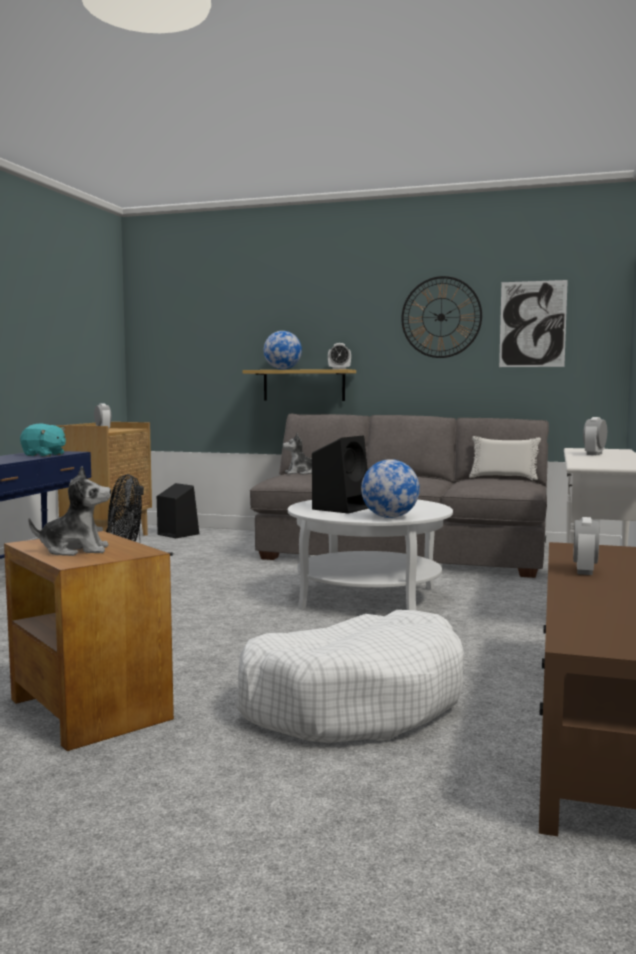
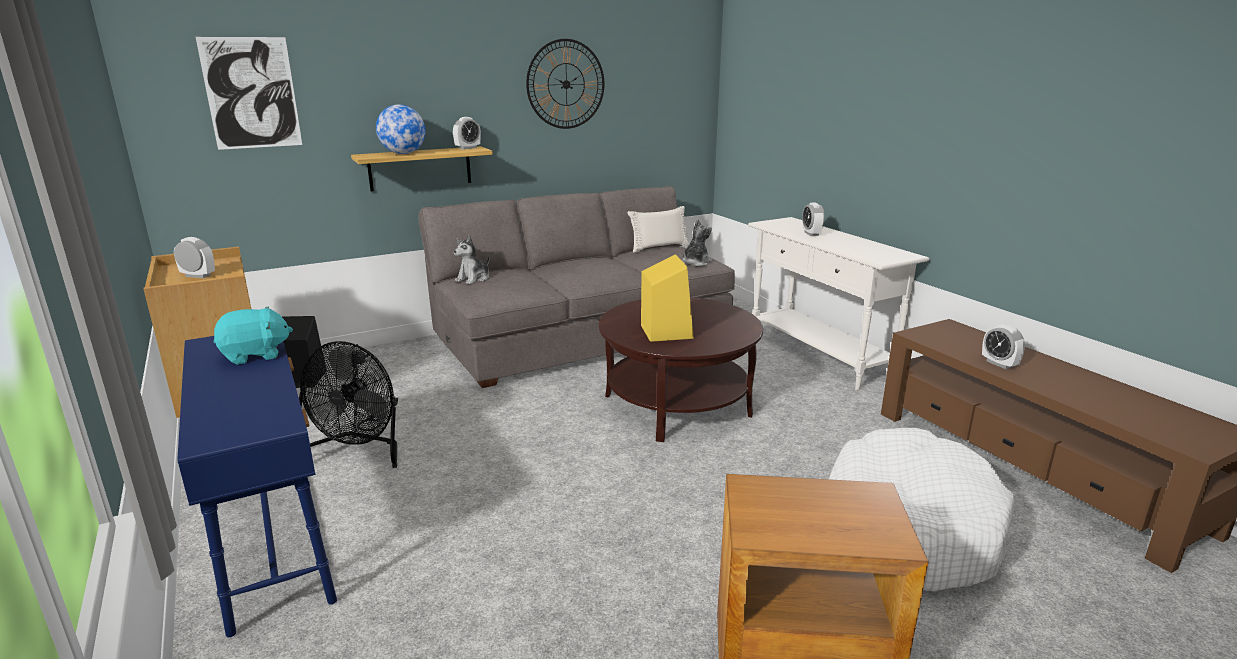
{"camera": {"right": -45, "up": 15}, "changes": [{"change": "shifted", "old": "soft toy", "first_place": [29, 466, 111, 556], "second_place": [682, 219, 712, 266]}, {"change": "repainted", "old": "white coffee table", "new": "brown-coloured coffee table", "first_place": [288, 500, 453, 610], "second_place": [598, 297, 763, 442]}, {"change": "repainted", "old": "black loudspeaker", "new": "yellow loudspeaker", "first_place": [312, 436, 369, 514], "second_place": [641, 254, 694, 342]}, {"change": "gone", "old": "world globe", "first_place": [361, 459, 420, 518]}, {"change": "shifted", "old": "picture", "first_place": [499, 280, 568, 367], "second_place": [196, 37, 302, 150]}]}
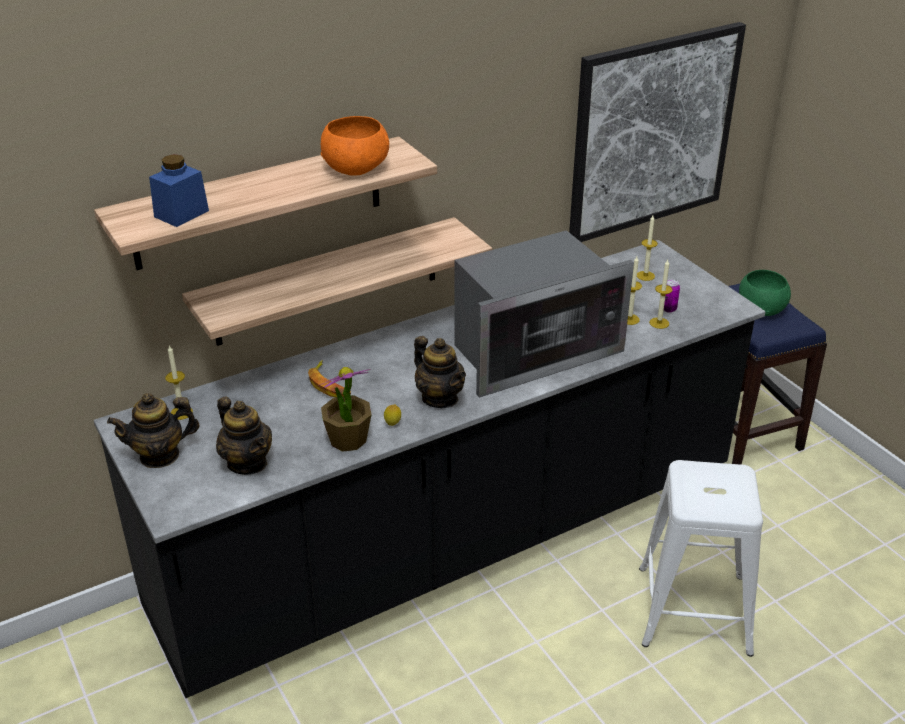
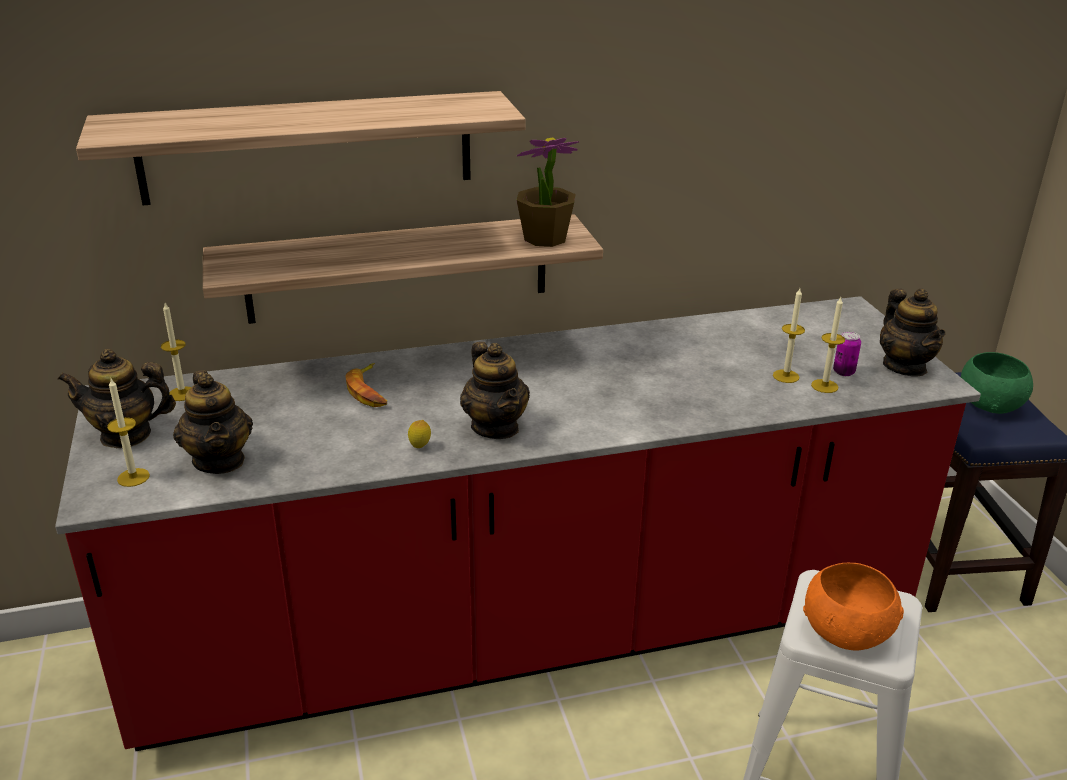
{"camera": {"right": 15, "up": -5}, "changes": [{"change": "repainted", "old": "black kitchen counter", "new": "red kitchen counter", "first_place": [94, 240, 765, 698], "second_place": [55, 296, 981, 751]}, {"change": "gone", "old": "blue-coloured storage jar", "first_place": [149, 154, 209, 227]}, {"change": "shifted", "old": "houseplant", "first_place": [318, 367, 372, 451], "second_place": [516, 137, 579, 247]}, {"change": "shifted", "old": "orangey serving bowl", "first_place": [321, 116, 389, 176], "second_place": [803, 563, 904, 650]}, {"change": "gone", "old": "microwave oven", "first_place": [454, 230, 634, 398]}, {"change": "gone", "old": "picture", "first_place": [569, 22, 746, 242]}, {"change": "shifted", "old": "wax candle", "first_place": [637, 215, 658, 281], "second_place": [107, 379, 150, 487]}, {"change": "new", "new": "teapot", "second_place": [880, 289, 946, 377]}]}
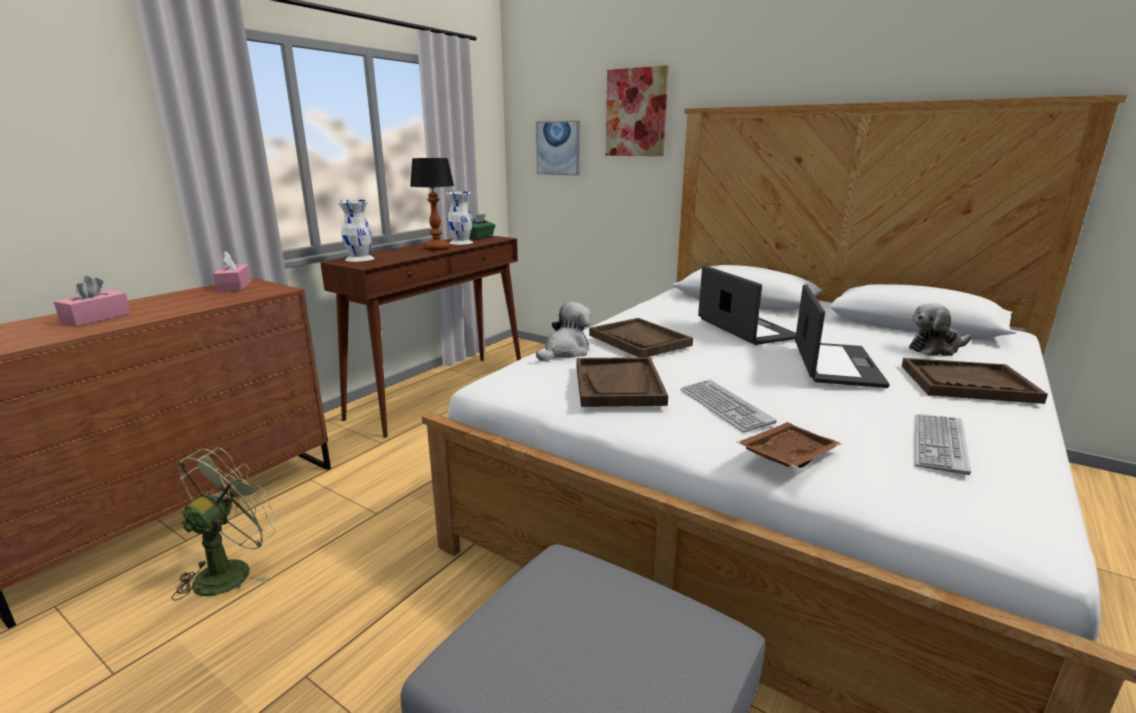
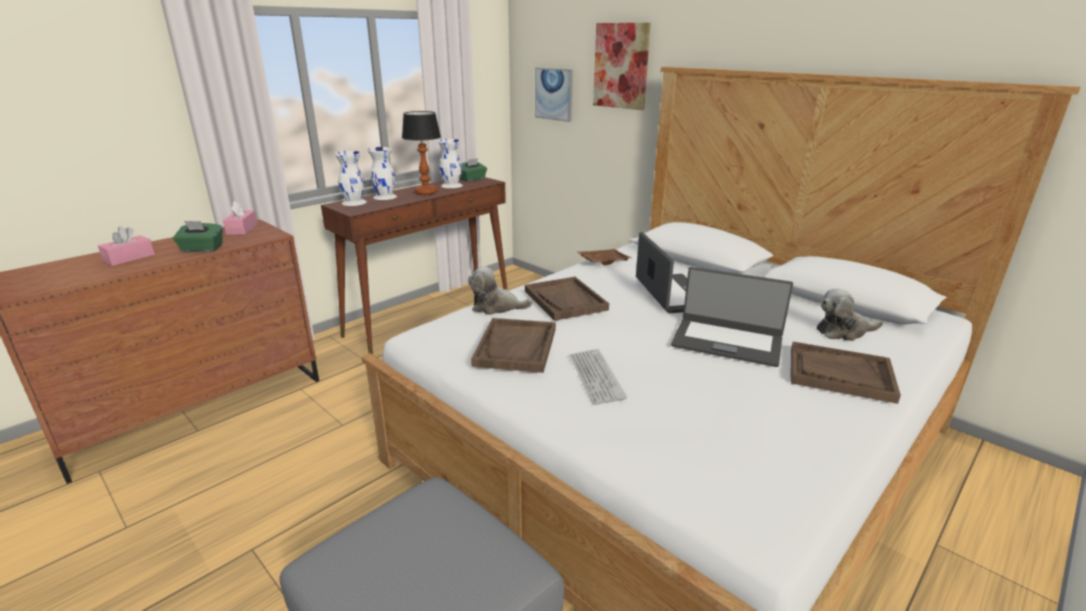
{"camera": {"right": 10, "up": 5}, "changes": [{"change": "gone", "old": "greenish electric fan", "first_place": [172, 447, 279, 601]}, {"change": "rotated", "old": "soft toy", "first_place": [536, 302, 592, 361], "second_place": [468, 266, 533, 315], "degrees": -135}, {"change": "shifted", "old": "brown-coloured carrying tray", "first_place": [737, 422, 842, 468], "second_place": [577, 249, 631, 265]}, {"change": "rotated", "old": "laptop", "first_place": [795, 284, 890, 388], "second_place": [671, 267, 793, 367], "degrees": 90}, {"change": "gone", "old": "computer keyboard", "first_place": [915, 414, 971, 475]}, {"change": "new", "new": "greenish tissue holder", "second_place": [173, 221, 223, 252]}, {"change": "new", "new": "white vase", "second_place": [367, 147, 397, 200]}]}
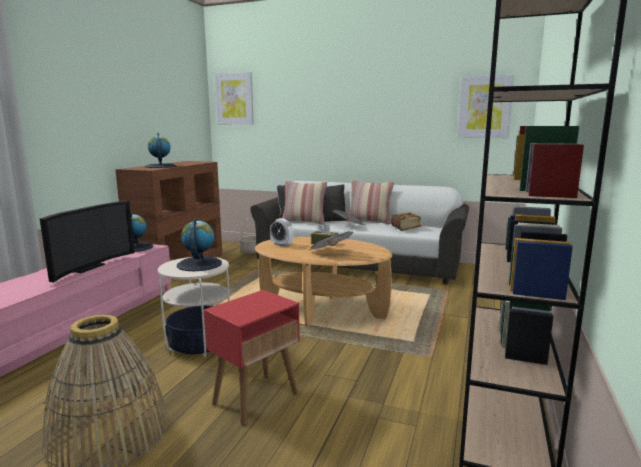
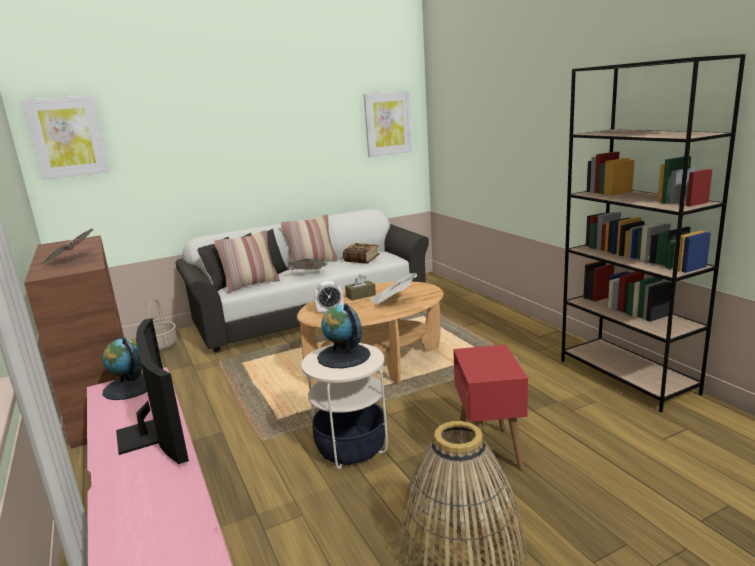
{"camera": {"right": -45, "up": 5}, "changes": [{"change": "swapped", "old": "world globe", "new": "newspaper", "first_place": [145, 133, 176, 168], "second_place": [41, 228, 94, 264]}]}
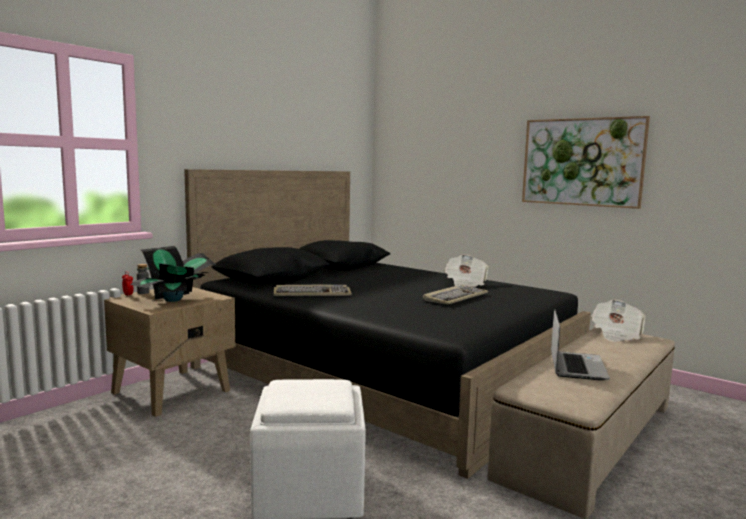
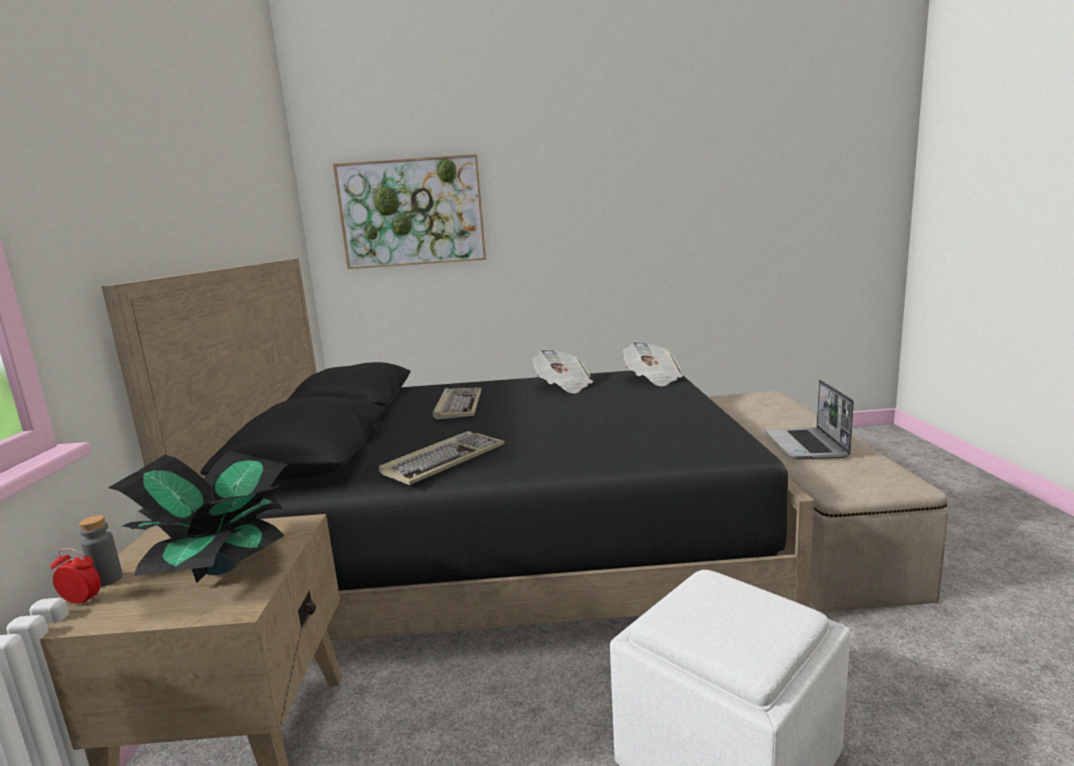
{"camera": {"right": -40, "up": 5}, "changes": [{"change": "shifted", "old": "computer keyboard", "first_place": [423, 285, 488, 304], "second_place": [433, 388, 482, 420]}, {"change": "shifted", "old": "picture", "first_place": [522, 116, 650, 209], "second_place": [333, 154, 486, 269]}, {"change": "rotated", "old": "laptop", "first_place": [551, 309, 610, 381], "second_place": [765, 380, 854, 459], "degrees": -150}, {"change": "shifted", "old": "newspaper", "first_place": [591, 300, 646, 342], "second_place": [623, 341, 683, 386]}]}
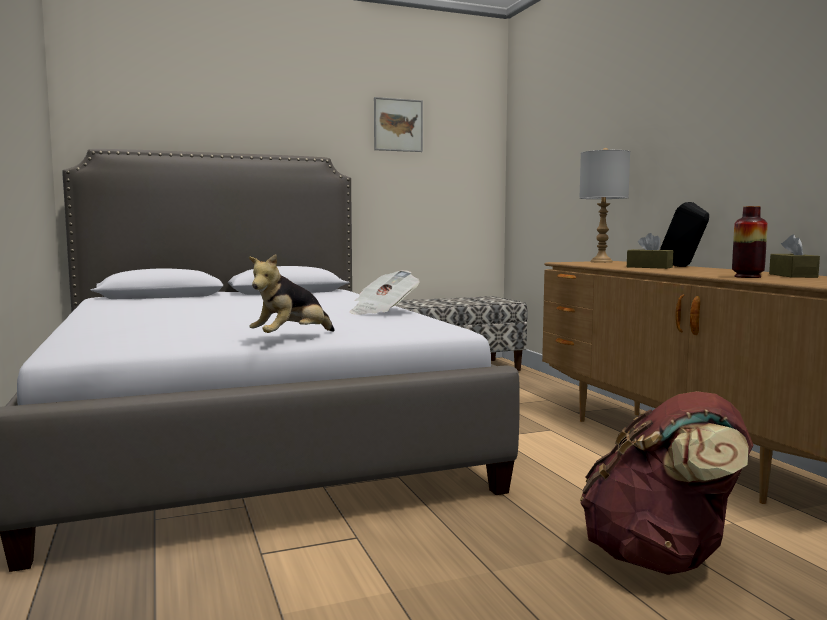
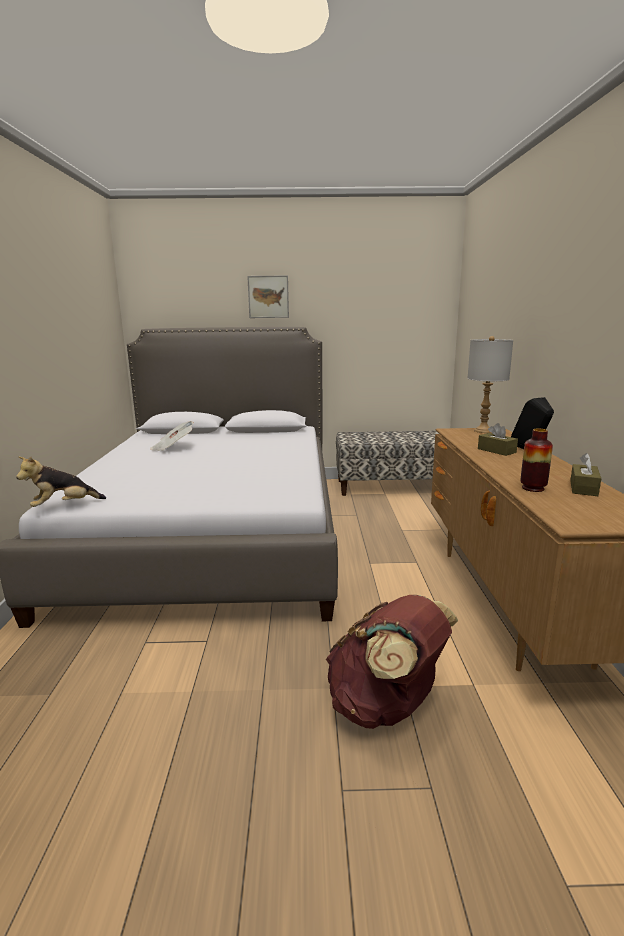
{"camera": {"right": 20, "up": 10}, "changes": [{"change": "shifted", "old": "soft toy", "first_place": [249, 254, 334, 333], "second_place": [16, 456, 106, 507]}, {"change": "shifted", "old": "newspaper", "first_place": [350, 270, 420, 315], "second_place": [150, 421, 194, 451]}, {"change": "shifted", "old": "picture", "first_place": [374, 97, 423, 152], "second_place": [247, 275, 289, 318]}]}
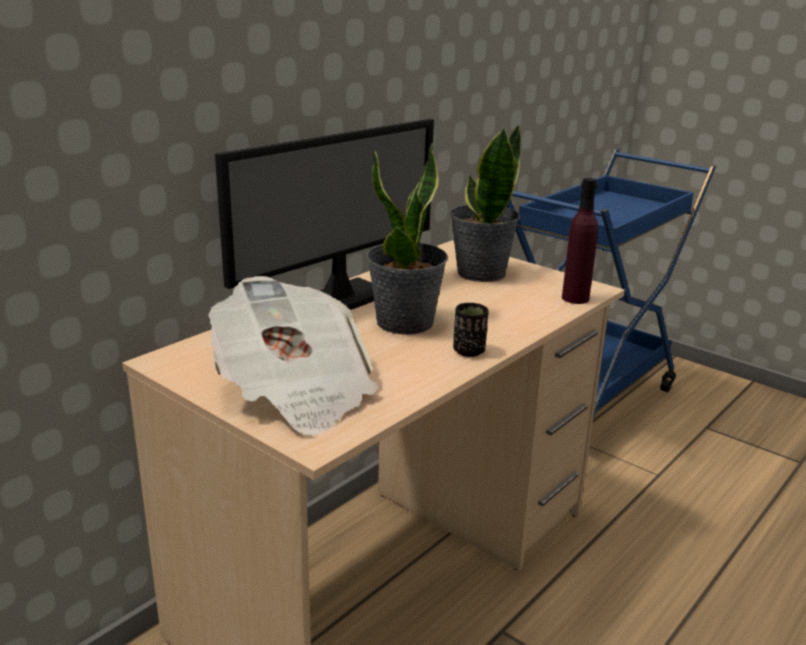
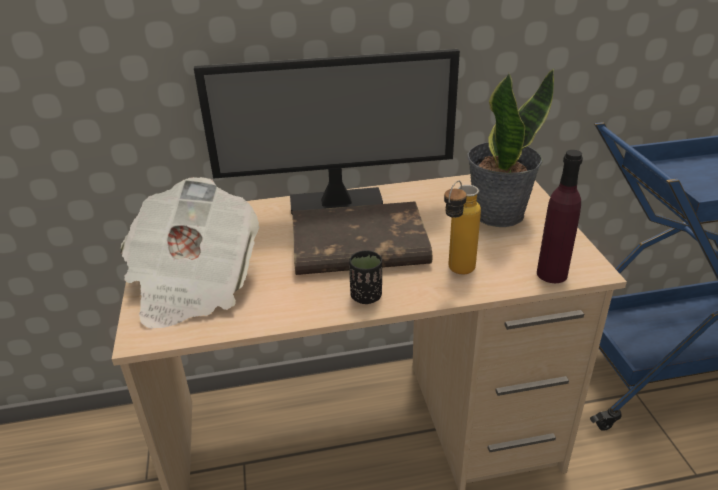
{"camera": {"right": 40, "up": 10}, "changes": [{"change": "swapped", "old": "houseplant", "new": "brown-coloured book", "first_place": [366, 143, 448, 335], "second_place": [292, 202, 432, 275]}, {"change": "new", "new": "beverage bottle", "second_place": [444, 180, 481, 275]}]}
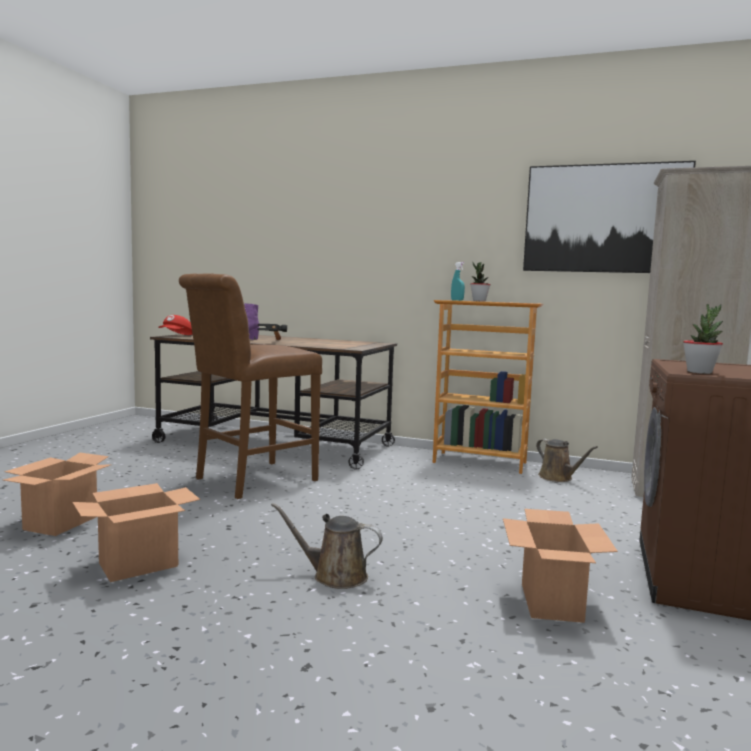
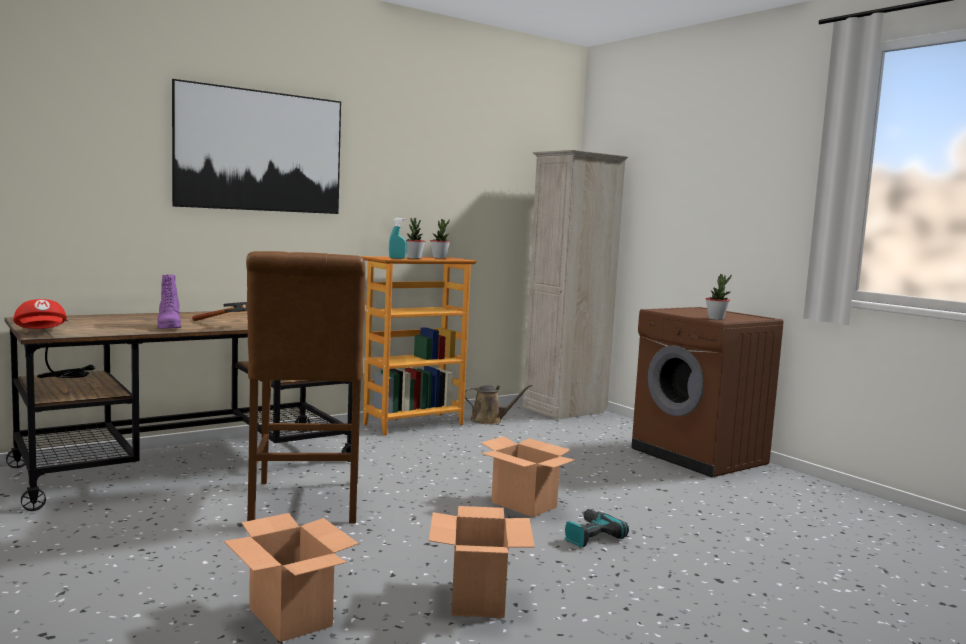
{"camera": {"right": -55, "up": 0}, "changes": [{"change": "swapped", "old": "brown-coloured watering pot", "new": "electric drill", "first_place": [271, 502, 383, 589], "second_place": [565, 509, 629, 548]}, {"change": "shifted", "old": "carton", "first_place": [503, 509, 618, 623], "second_place": [481, 436, 575, 517]}, {"change": "shifted", "old": "picture", "first_place": [523, 161, 696, 273], "second_place": [172, 79, 341, 214]}, {"change": "new", "new": "houseplant", "second_place": [430, 219, 450, 259]}]}
